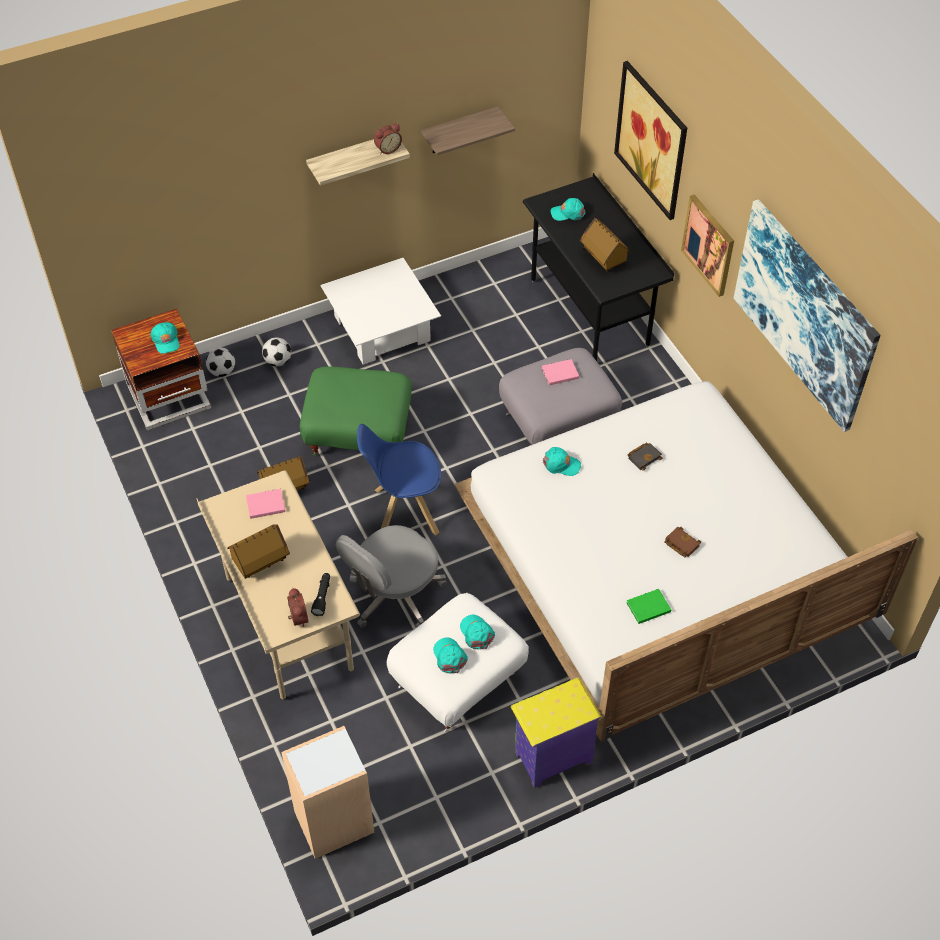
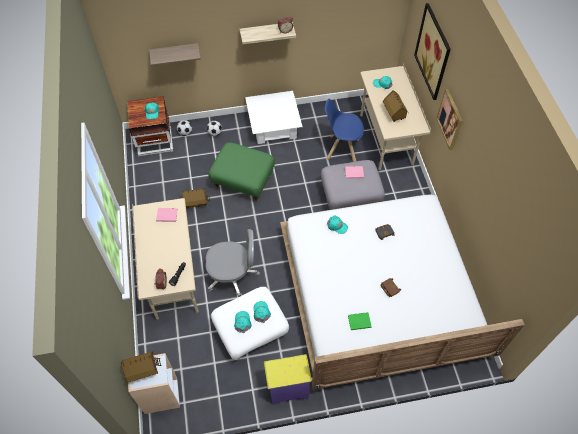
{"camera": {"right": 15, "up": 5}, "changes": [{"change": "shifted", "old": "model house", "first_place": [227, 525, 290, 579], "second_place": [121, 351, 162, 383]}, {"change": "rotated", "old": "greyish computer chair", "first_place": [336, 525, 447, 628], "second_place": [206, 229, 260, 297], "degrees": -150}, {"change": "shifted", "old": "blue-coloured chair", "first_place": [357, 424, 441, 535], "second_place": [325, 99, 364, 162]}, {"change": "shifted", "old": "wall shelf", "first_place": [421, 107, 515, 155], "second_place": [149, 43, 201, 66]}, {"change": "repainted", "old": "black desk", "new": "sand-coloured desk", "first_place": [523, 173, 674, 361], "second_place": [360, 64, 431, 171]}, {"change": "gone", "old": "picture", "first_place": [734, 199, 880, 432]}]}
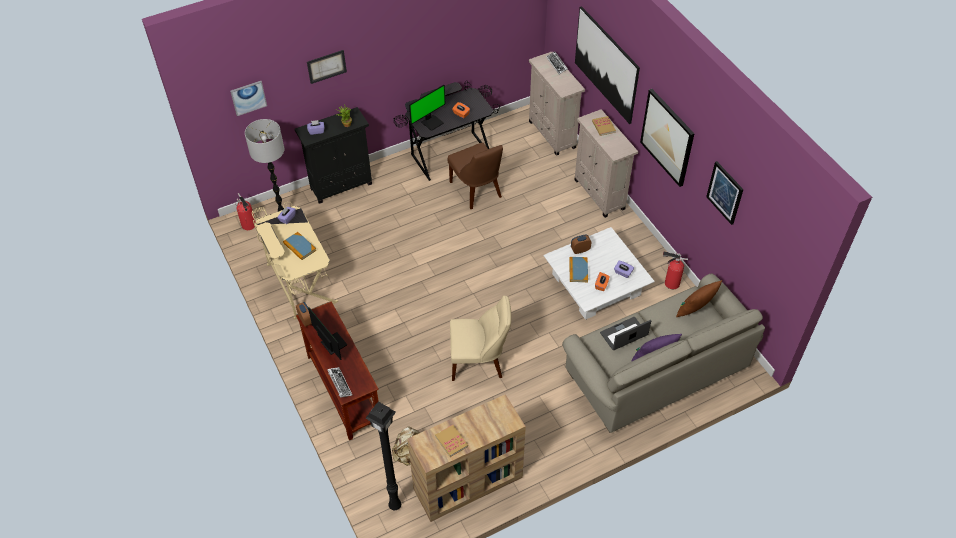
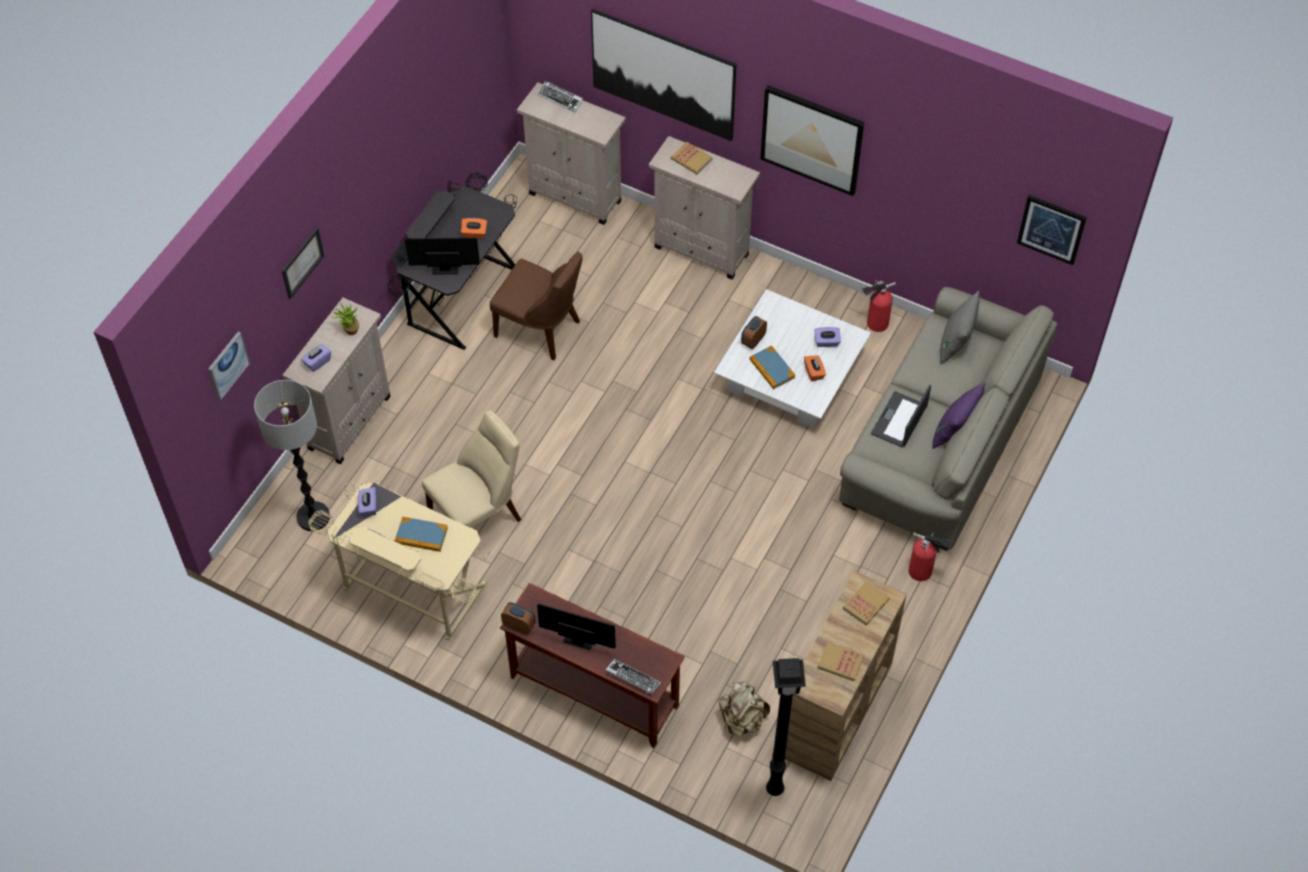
{"camera": {"right": -35, "up": 5}, "changes": [{"change": "shifted", "old": "fire extinguisher", "first_place": [235, 193, 256, 230], "second_place": [908, 533, 952, 581]}, {"change": "repainted", "old": "black cupboard", "new": "sand-coloured cupboard", "first_place": [295, 107, 372, 204], "second_place": [282, 298, 391, 465]}, {"change": "rotated", "old": "monitor", "first_place": [409, 85, 445, 131], "second_place": [405, 237, 480, 275], "degrees": -105}, {"change": "shifted", "old": "sand-coloured chair", "first_place": [450, 295, 511, 381], "second_place": [422, 411, 521, 528]}, {"change": "repainted", "old": "brown-coloured pillow", "new": "greyish pillow", "first_place": [676, 280, 722, 317], "second_place": [940, 291, 980, 365]}, {"change": "shifted", "old": "picture", "first_place": [706, 161, 744, 225], "second_place": [1017, 195, 1087, 265]}, {"change": "new", "new": "book", "second_place": [843, 581, 889, 625]}]}
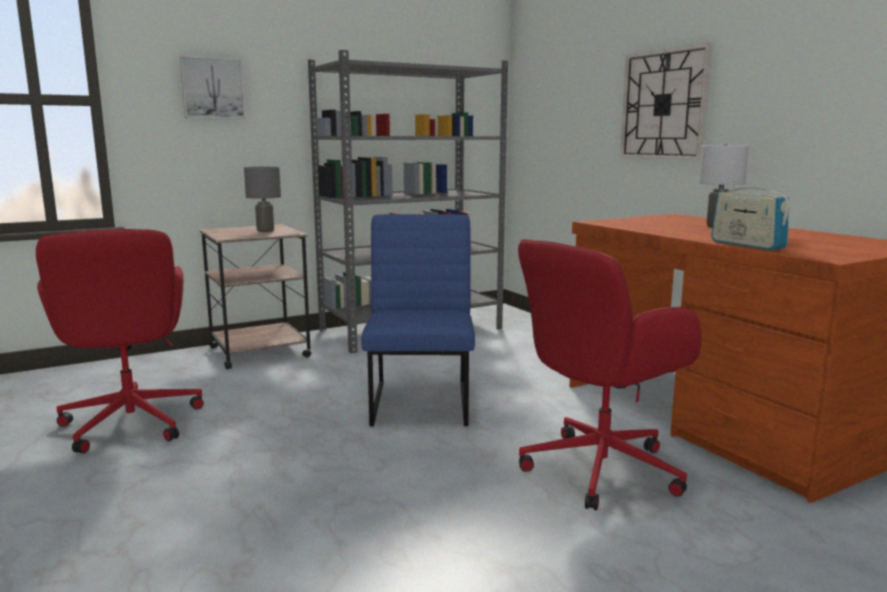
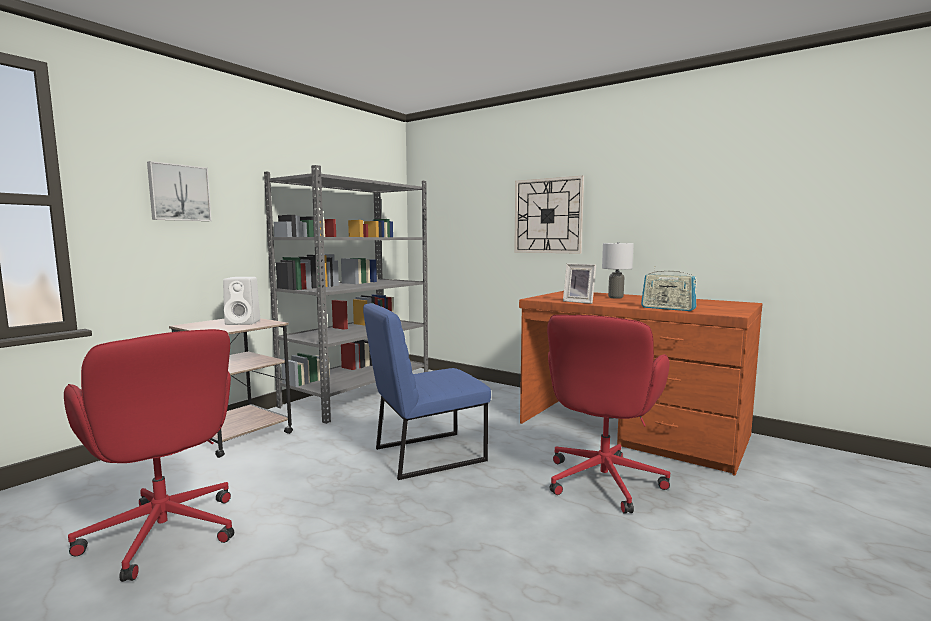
{"camera": {"right": -25, "up": -5}, "changes": [{"change": "swapped", "old": "greyish table lamp", "new": "white loudspeaker", "first_place": [244, 166, 281, 232], "second_place": [223, 277, 260, 325]}, {"change": "rotated", "old": "blue-coloured chair", "first_place": [361, 214, 475, 426], "second_place": [363, 303, 491, 480], "degrees": -90}, {"change": "new", "new": "standing frame", "second_place": [563, 264, 596, 304]}]}
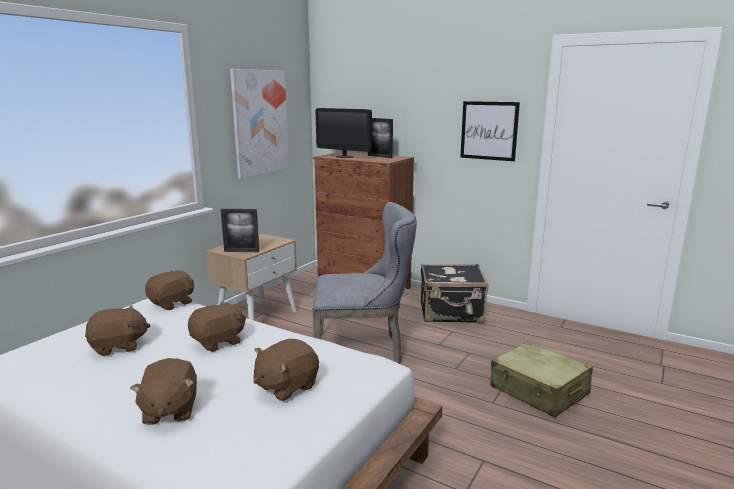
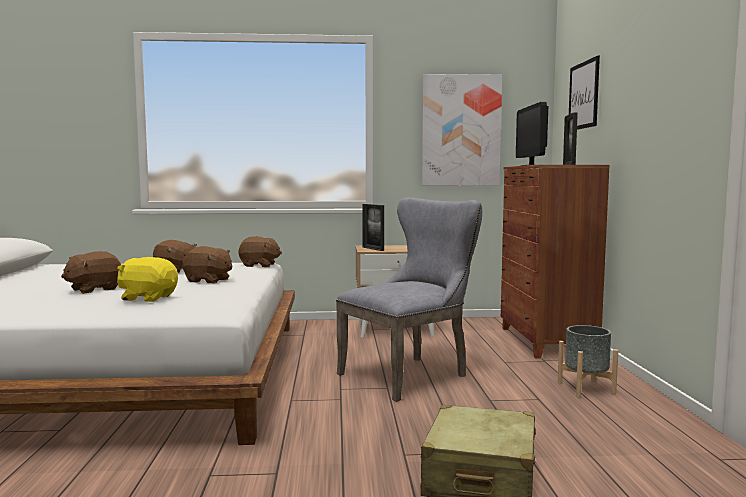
{"camera": {"right": 55, "up": -10}, "changes": [{"change": "repainted", "old": "brown-coloured soft toy", "new": "yellow soft toy", "first_place": [253, 339, 319, 401], "second_place": [117, 257, 178, 302]}, {"change": "rotated", "old": "greyish chair", "first_place": [312, 202, 417, 364], "second_place": [336, 197, 482, 402], "degrees": -90}, {"change": "swapped", "old": "black suitcase", "new": "greyish planter", "first_place": [421, 264, 488, 323], "second_place": [557, 325, 618, 397]}, {"change": "shifted", "old": "picture", "first_place": [460, 101, 520, 161], "second_place": [569, 56, 600, 130]}]}
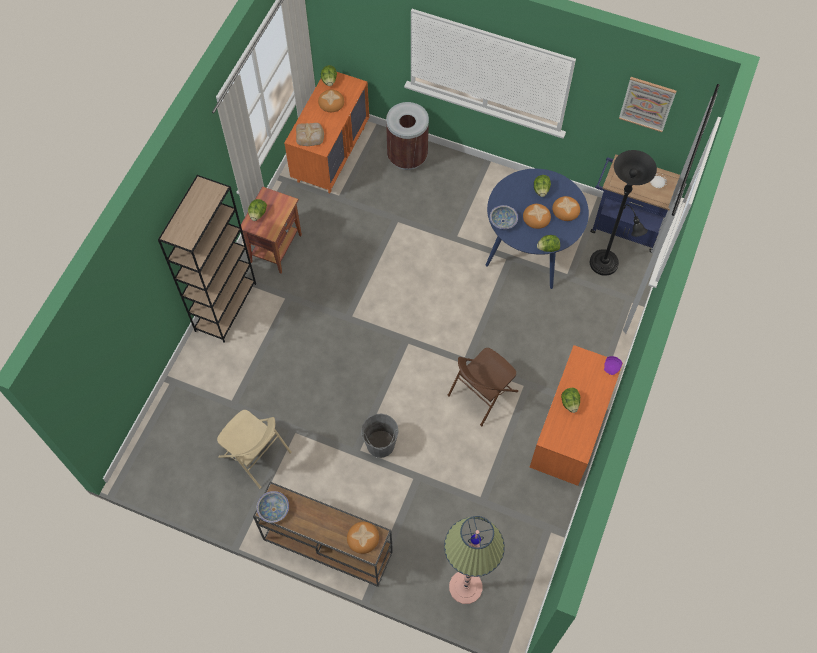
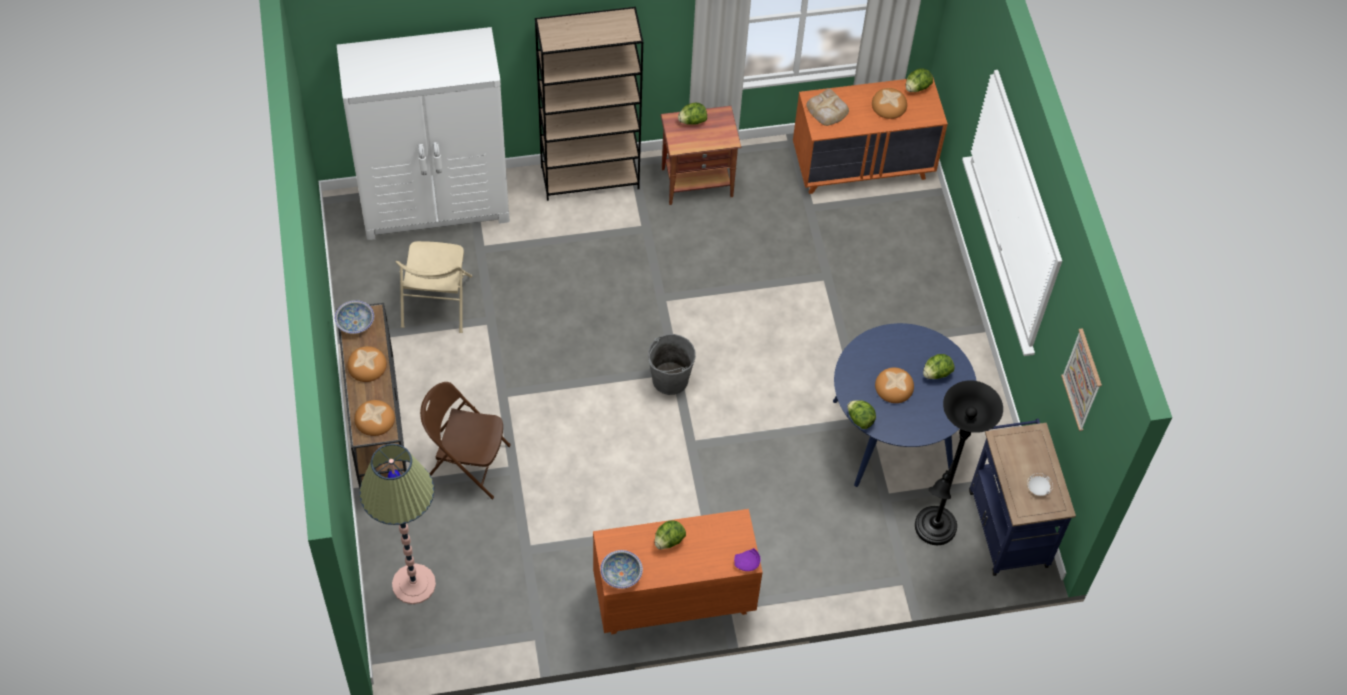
{"camera": {"right": 55, "up": -5}, "changes": [{"change": "shifted", "old": "greyish pail", "first_place": [361, 414, 399, 458], "second_place": [648, 334, 696, 395]}, {"change": "gone", "old": "brown-coloured trash can", "first_place": [386, 102, 429, 170]}, {"change": "shifted", "old": "brown-coloured chair", "first_place": [448, 348, 518, 426], "second_place": [420, 382, 511, 500]}, {"change": "shifted", "old": "serving bowl", "first_place": [490, 205, 518, 229], "second_place": [600, 550, 643, 589]}, {"change": "shifted", "old": "baked bread", "first_place": [552, 196, 580, 221], "second_place": [347, 346, 387, 382]}, {"change": "new", "new": "white cupboard", "second_place": [337, 27, 510, 240]}]}
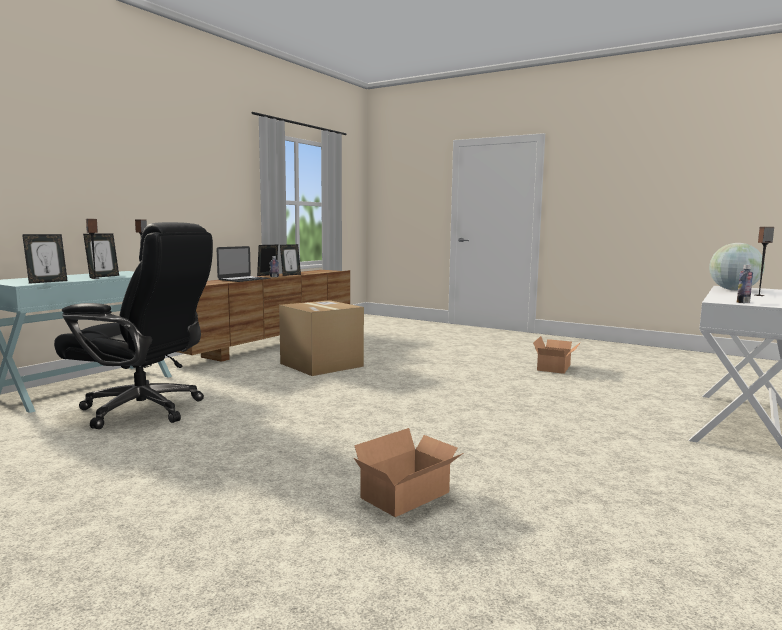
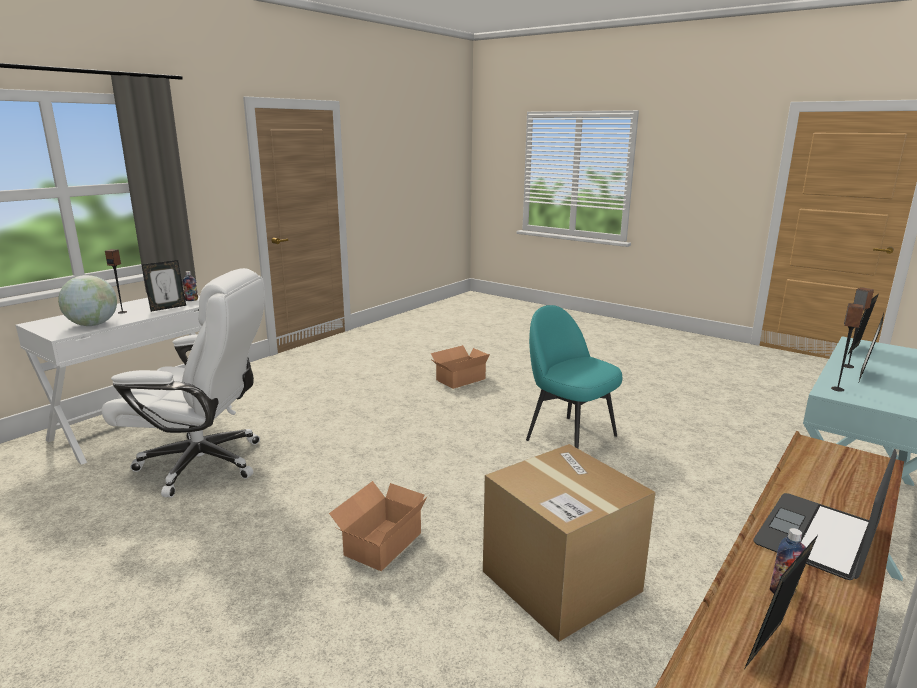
{"camera": {"right": -175, "up": 10}, "changes": [{"change": "gone", "old": "black computer chair", "first_place": [54, 222, 213, 429]}, {"change": "shifted", "old": "standing frame", "first_place": [257, 245, 278, 276], "second_place": [142, 260, 186, 312]}, {"change": "shifted", "old": "carton", "first_place": [533, 336, 581, 374], "second_place": [329, 481, 428, 571]}, {"change": "new", "new": "white computer chair", "second_place": [101, 268, 265, 498]}, {"change": "new", "new": "blue-green chair", "second_place": [526, 305, 622, 449]}]}
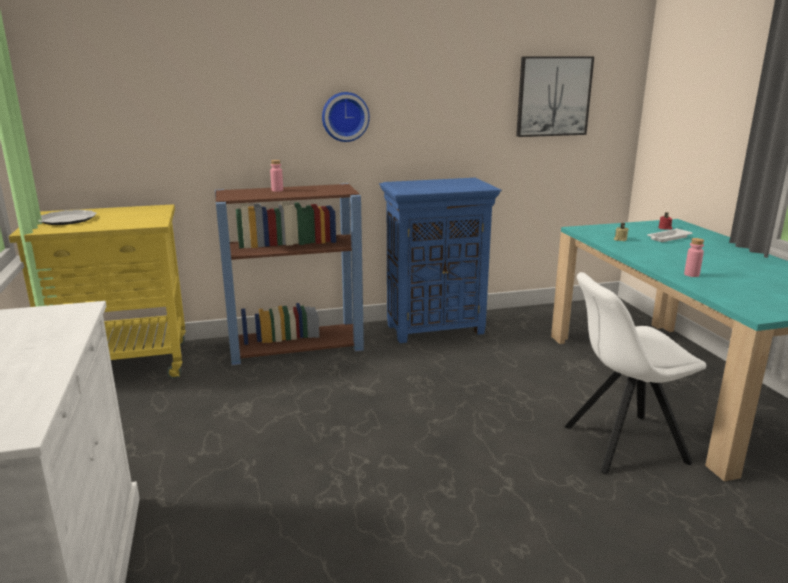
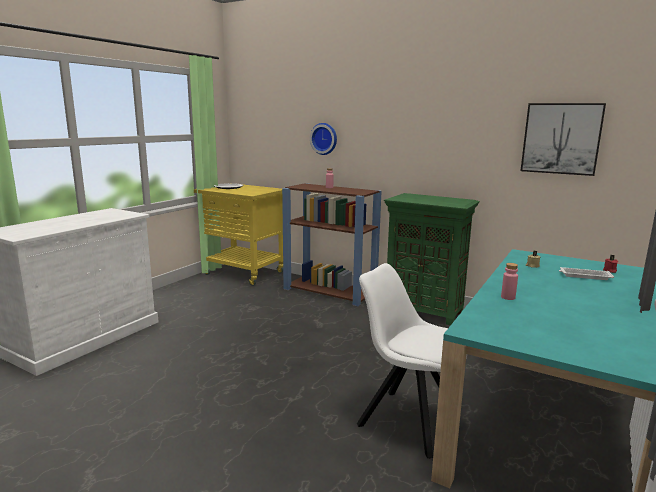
{"camera": {"right": 45, "up": -5}, "changes": [{"change": "shifted", "old": "wall clock", "first_place": [322, 92, 370, 142], "second_place": [310, 123, 337, 155]}, {"change": "repainted", "old": "blue-coloured cupboard", "new": "greenish cupboard", "first_place": [379, 178, 502, 343], "second_place": [384, 193, 480, 325]}]}
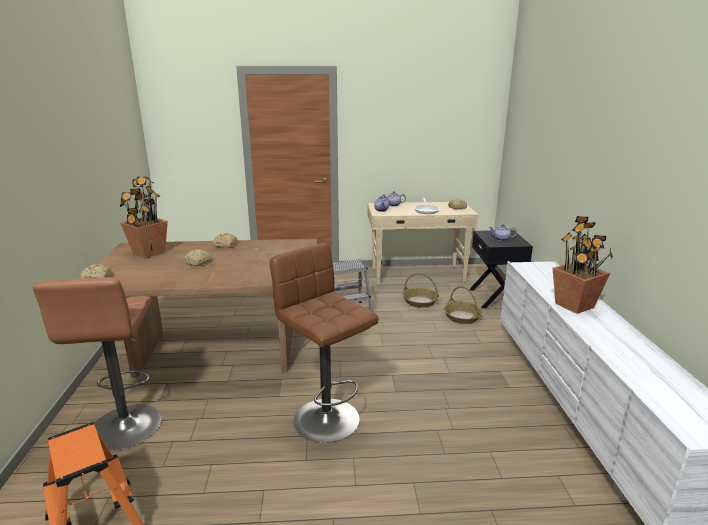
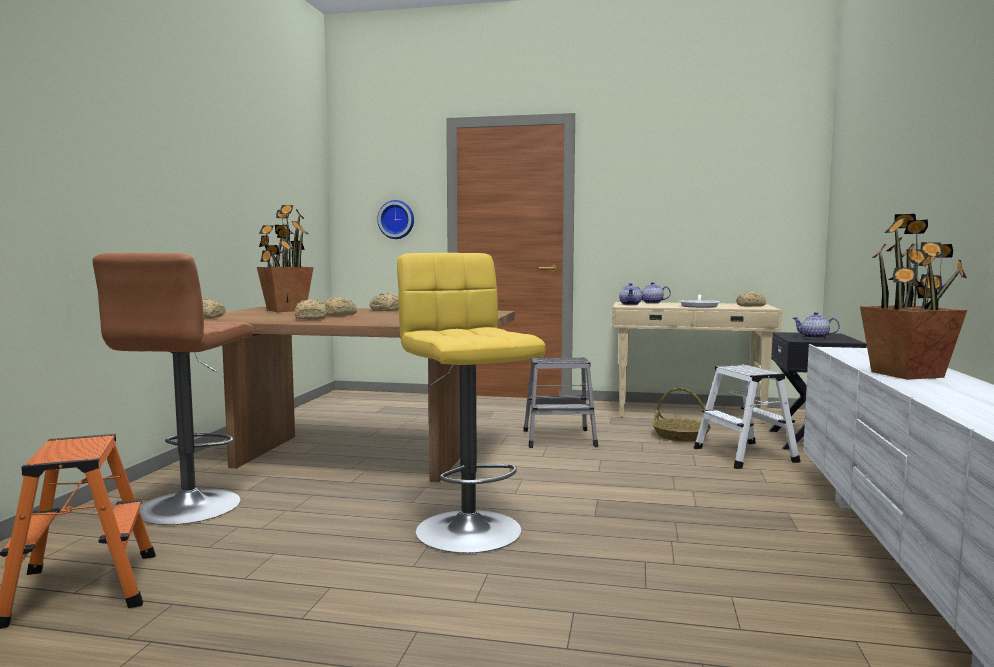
{"camera": {"right": 15, "up": -15}, "changes": [{"change": "repainted", "old": "brown-coloured stool", "new": "yellow stool", "first_place": [269, 243, 378, 443], "second_place": [397, 253, 545, 553]}, {"change": "swapped", "old": "household basket", "new": "white step stool", "first_place": [444, 286, 483, 324], "second_place": [694, 364, 801, 469]}, {"change": "new", "new": "baked bread", "second_place": [294, 299, 327, 320]}, {"change": "new", "new": "wall clock", "second_place": [377, 200, 414, 239]}]}
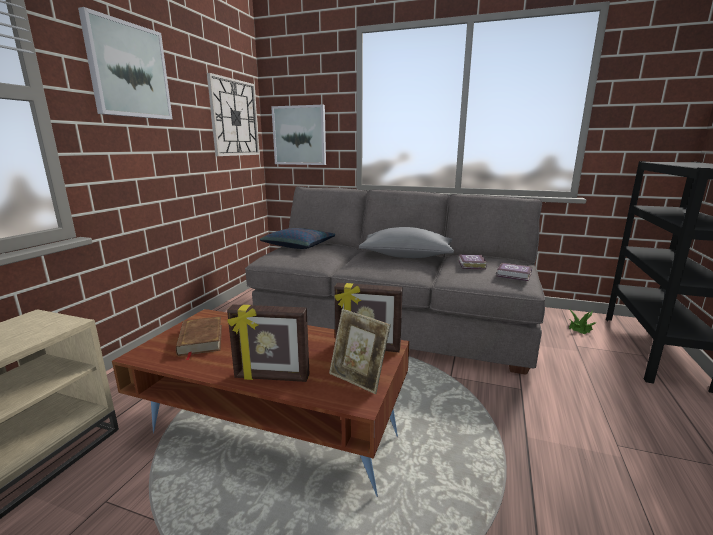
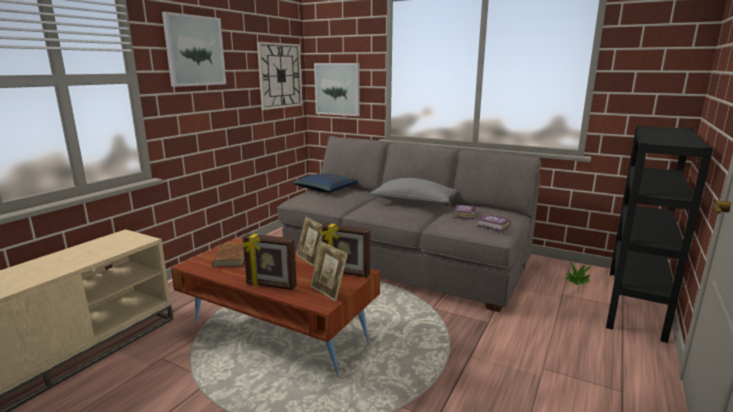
{"camera": {"right": 10, "up": 0}, "changes": [{"change": "new", "new": "standing frame", "second_place": [296, 217, 322, 267]}]}
